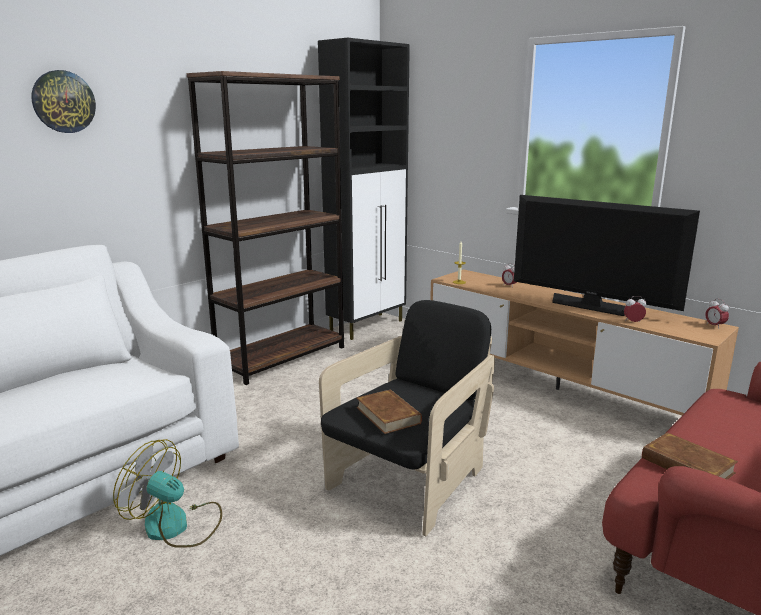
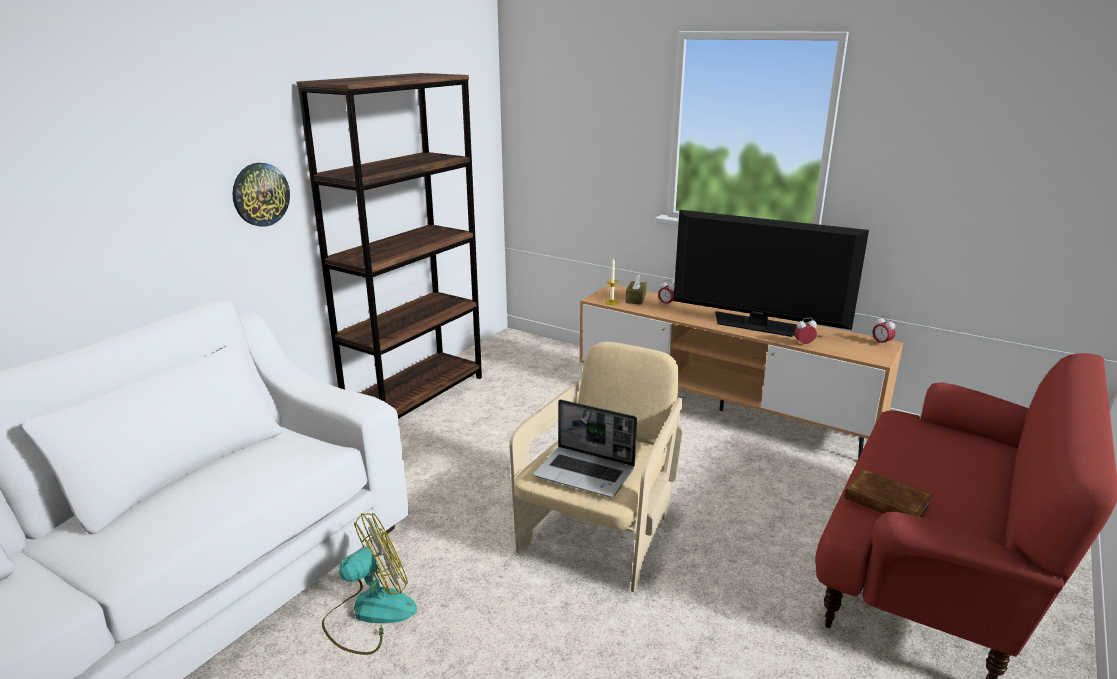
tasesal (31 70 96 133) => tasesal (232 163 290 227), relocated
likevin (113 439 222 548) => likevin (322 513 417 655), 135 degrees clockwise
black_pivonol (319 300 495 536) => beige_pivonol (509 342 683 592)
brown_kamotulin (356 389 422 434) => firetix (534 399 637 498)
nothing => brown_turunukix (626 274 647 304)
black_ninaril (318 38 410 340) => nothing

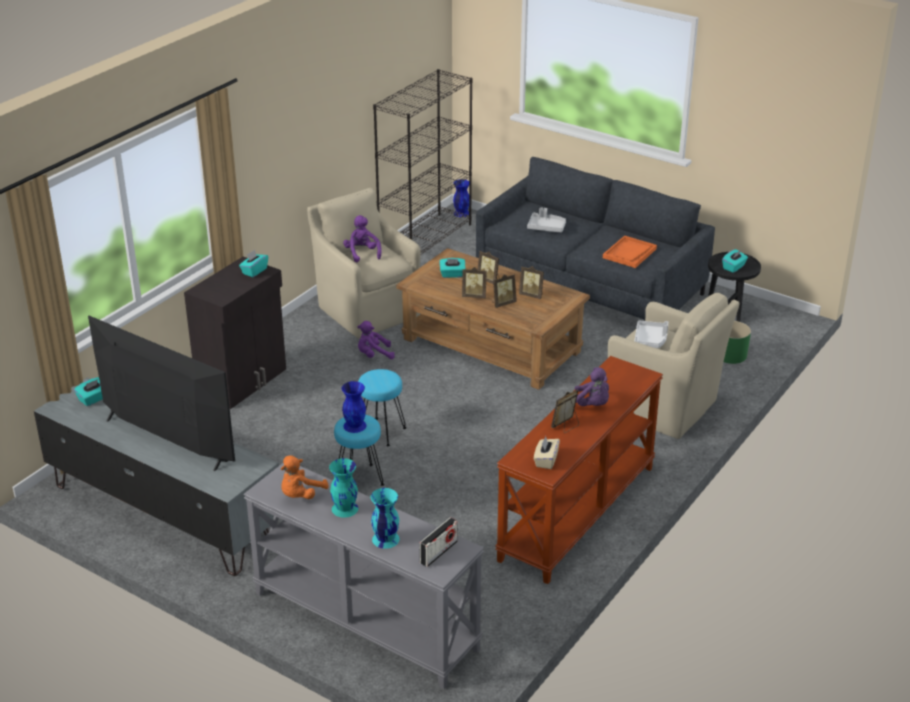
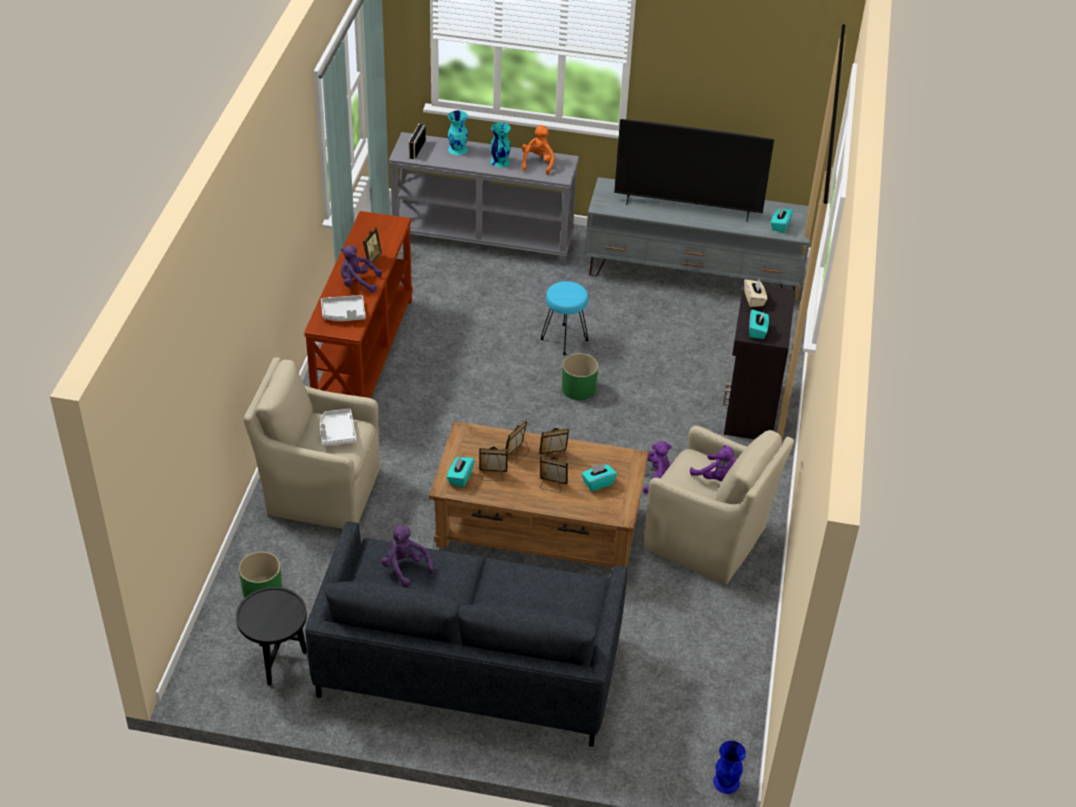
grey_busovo (527 207 566 233) => grey_busovo (321 295 366 321), relocated
orange_busovo (603 236 657 268) => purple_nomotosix (381 525 434 588)
turquoise_turunukix (722 249 748 273) => turquoise_turunukix (447 456 474 487), relocated
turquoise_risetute (358 369 406 446) => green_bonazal (562 353 598 400)
beige_turunukix (534 436 560 469) => beige_turunukix (744 280 767 307), relocated
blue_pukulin (342 381 367 433) => nothing
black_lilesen (373 69 473 254) => nothing

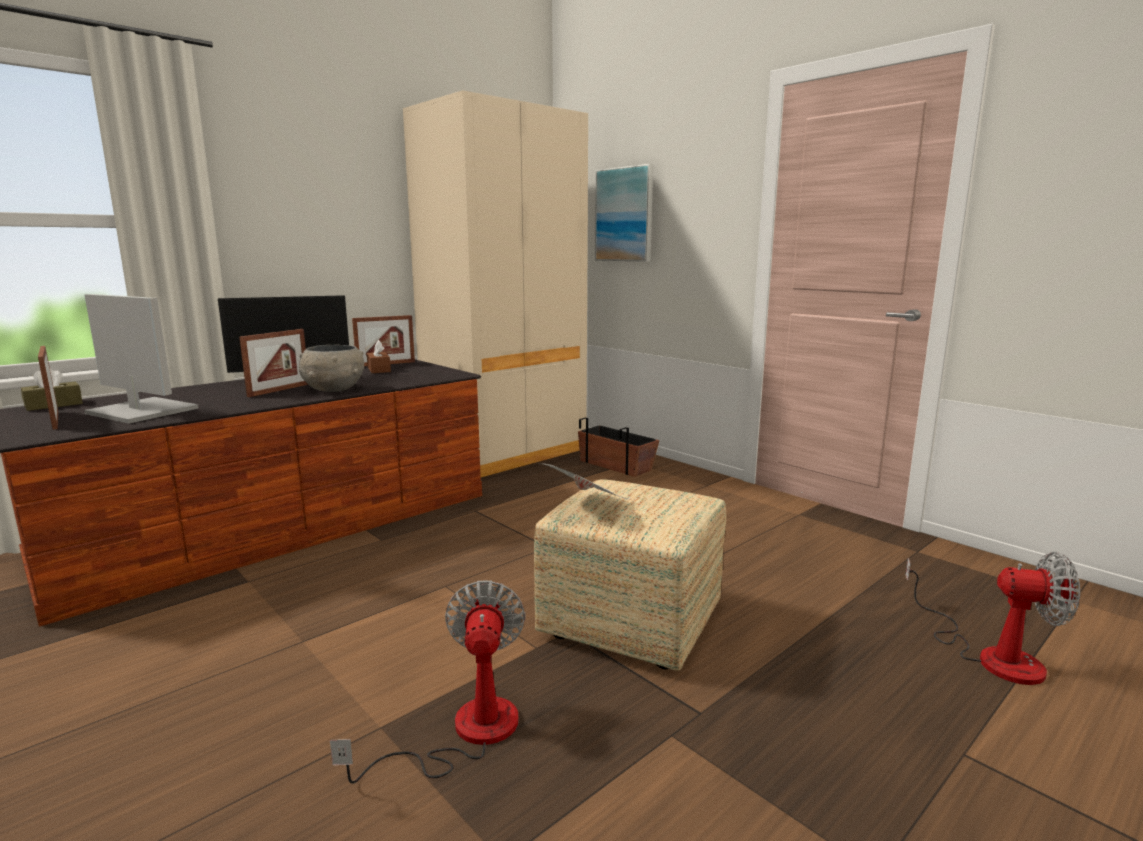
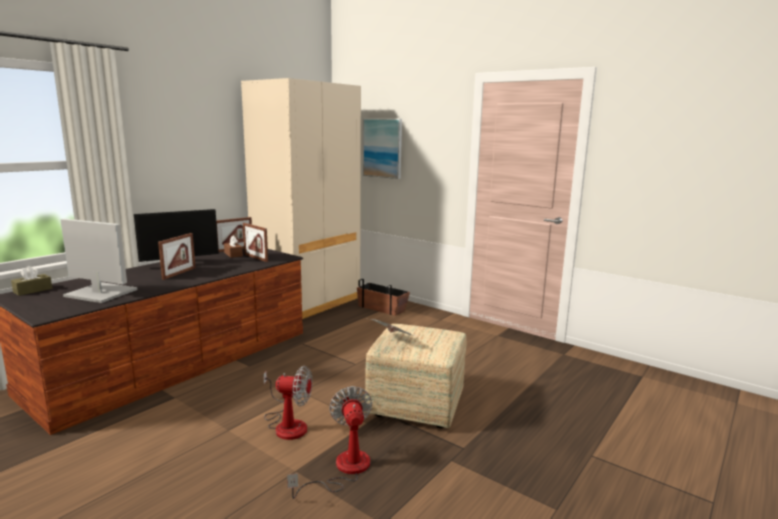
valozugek (38 346 58 430) => valozugek (243 223 268 262), relocated
likevin (905 552 1080 685) => likevin (263 366 312 440), relocated
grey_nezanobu (299 345 364 392) => nothing

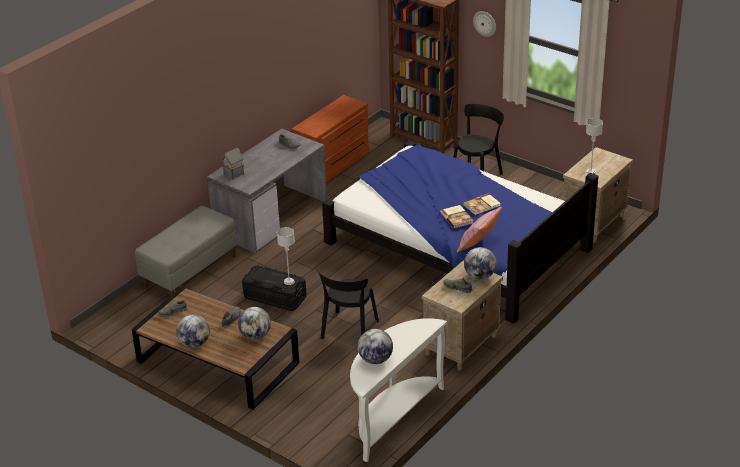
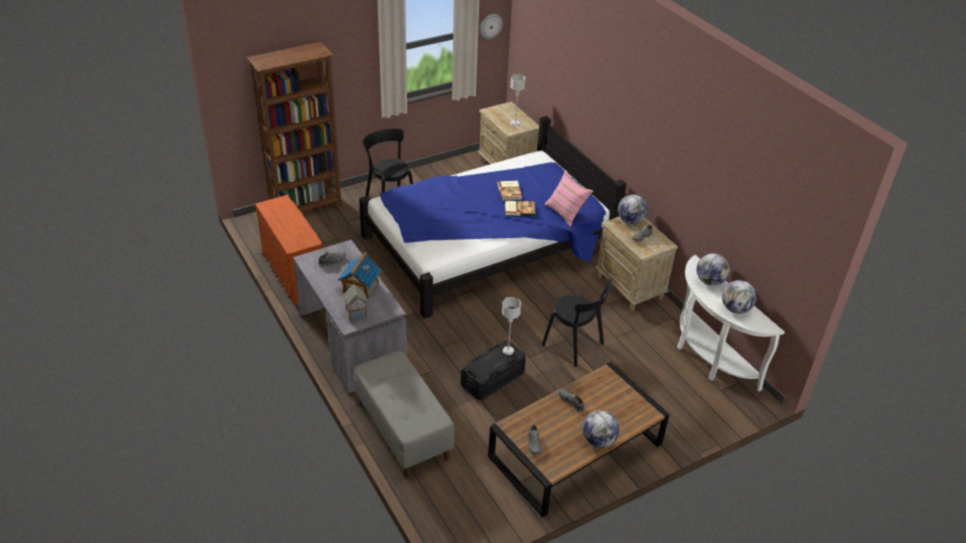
nothing => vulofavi (338 252 382 299)
tasesal (473 11 496 37) => tasesal (480 14 503 39), relocated
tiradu (238 307 271 340) => tiradu (696 253 730 286), relocated

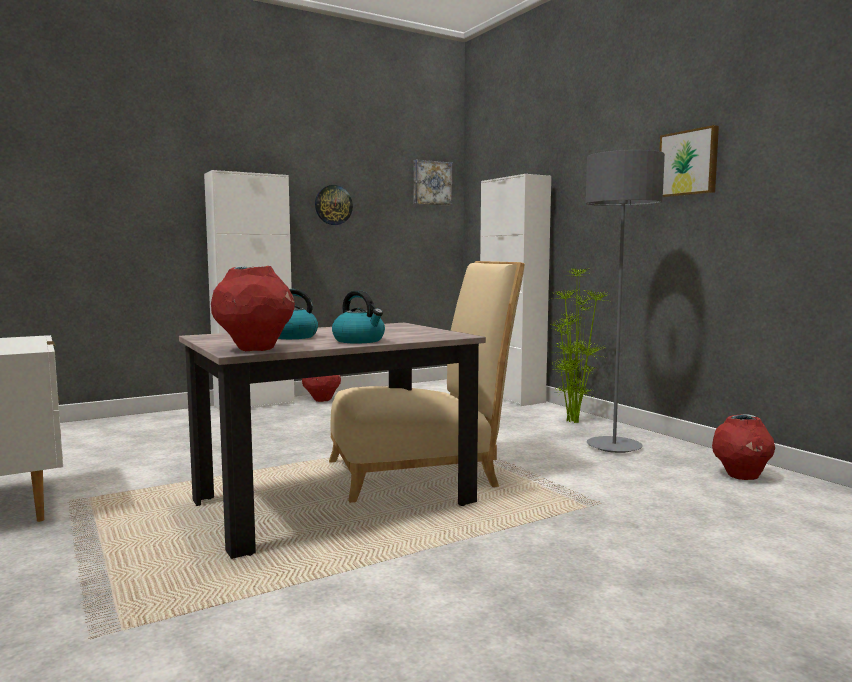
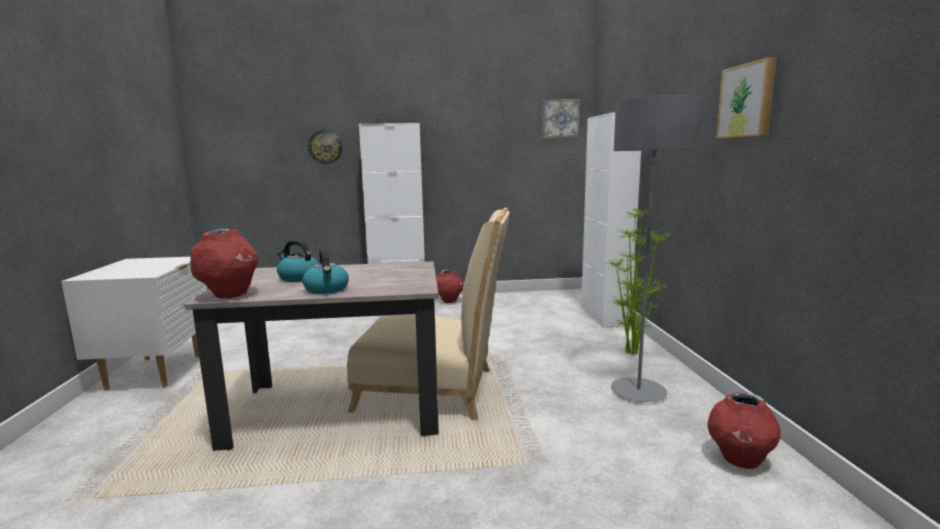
tasesal (315 185 353 225) => tasesal (308 130 342 164), relocated

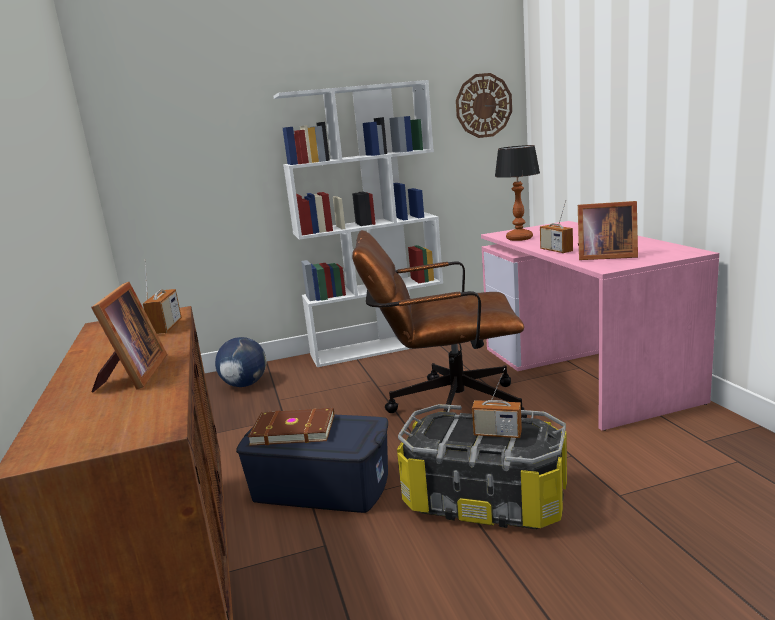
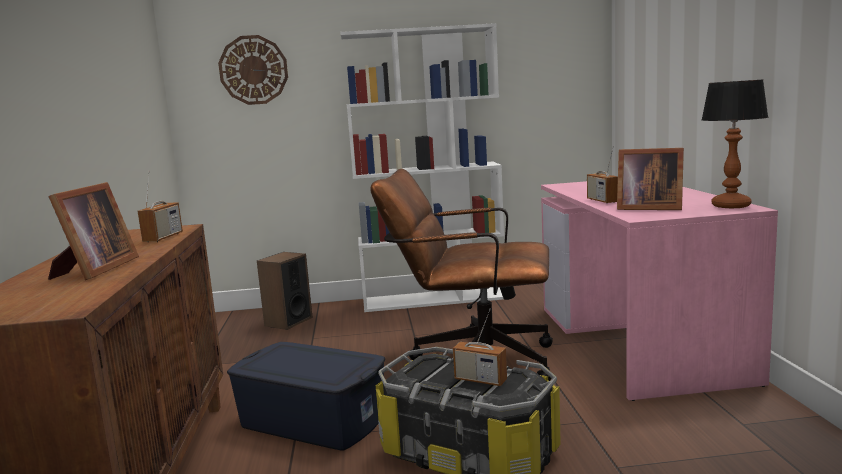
tasesal (456 73 512 138) => tasesal (218 35 288 105), relocated
tiradu (215 337 266 387) => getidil (257 252 313 330)
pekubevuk (495 145 540 241) => pekubevuk (701 80 768 208), relocated
brown_kamotulin (248 408 334 446) => nothing

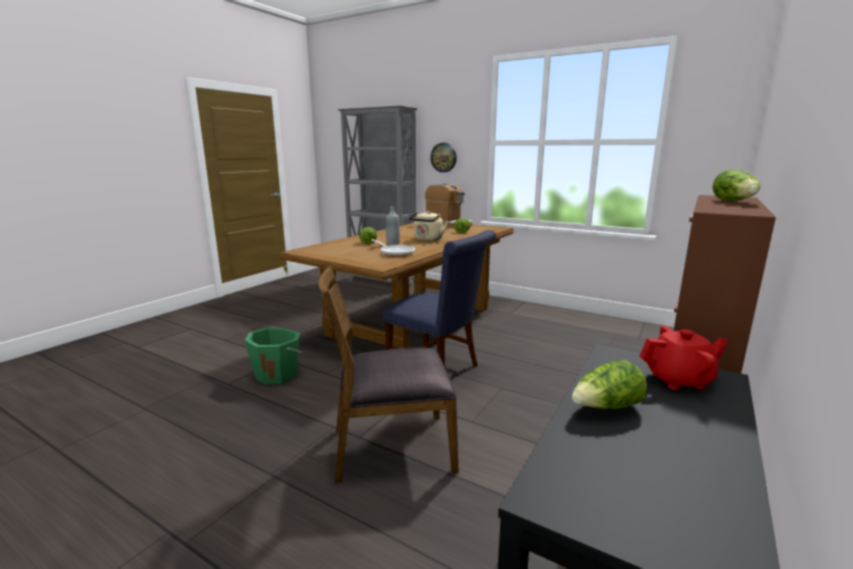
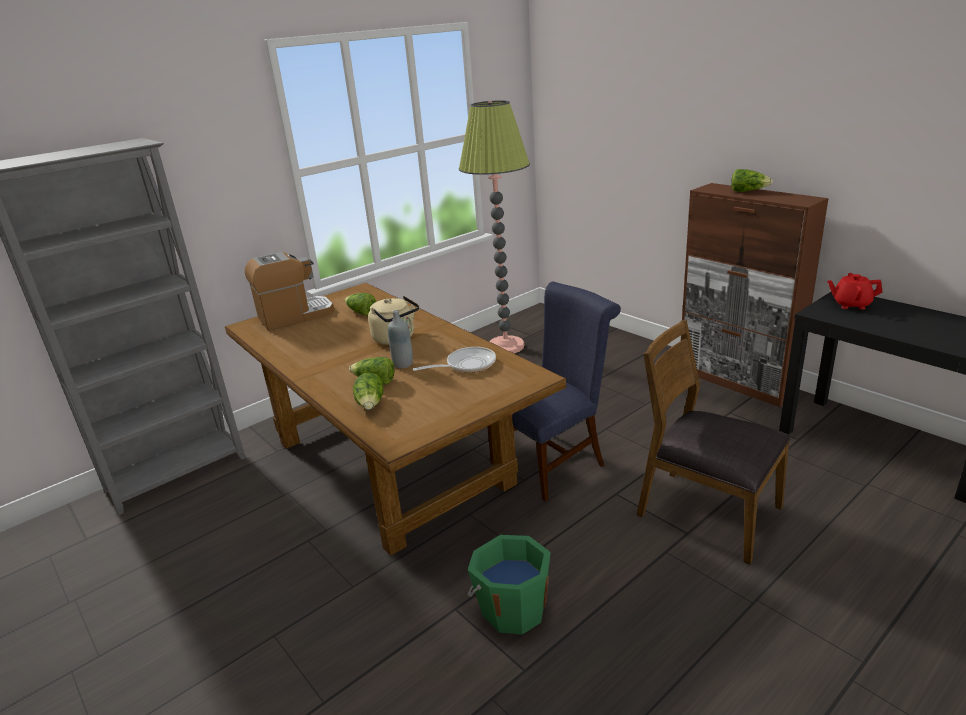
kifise (572 360 647 409) => kifise (353 373 383 410), relocated
nothing => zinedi (459 100 530 353)
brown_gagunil (319 266 459 483) => brown_gagunil (637 320 790 565), 120 degrees clockwise
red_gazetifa (640 326 728 390) => red_gazetifa (827 273 882 309), 90 degrees counterclockwise
tasesal (430 143 457 173) => nothing

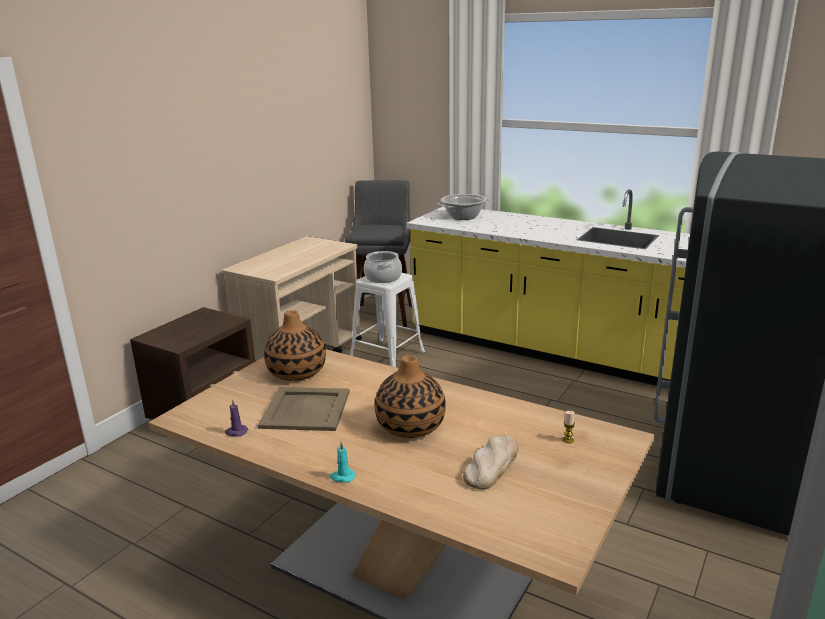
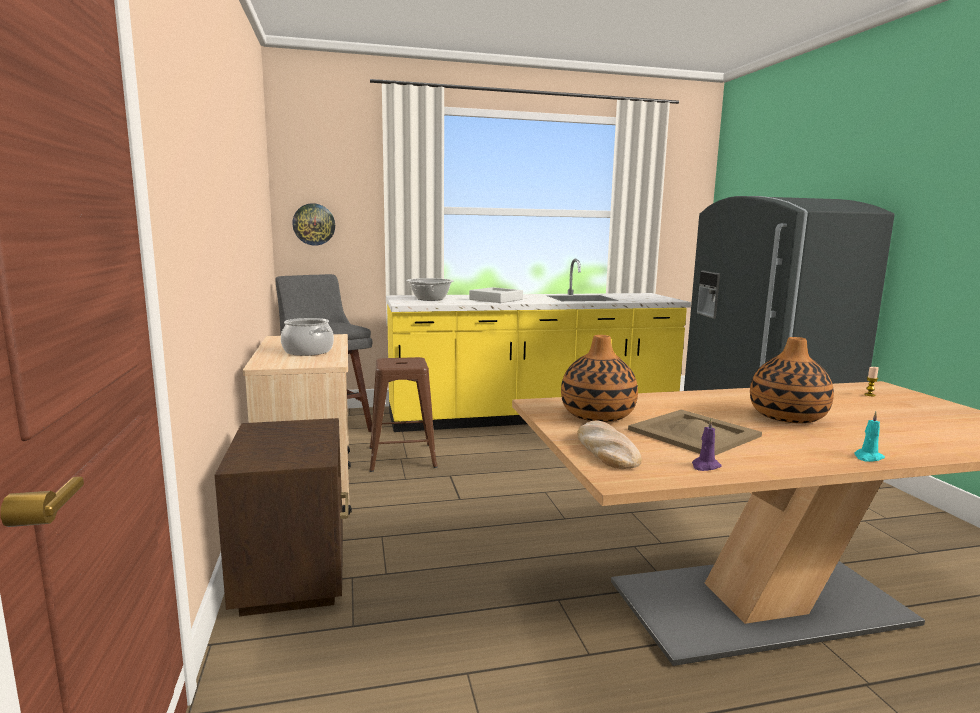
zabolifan (364 251 402 283) => zabolifan (281 318 334 356), relocated
nothing => tasesal (292 203 335 246)
white_risetute (350 273 425 367) => brown_risetute (369 357 438 472)
nothing => grey_busovo (469 287 523 303)
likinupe (463 435 519 490) => likinupe (577 421 642 469), relocated

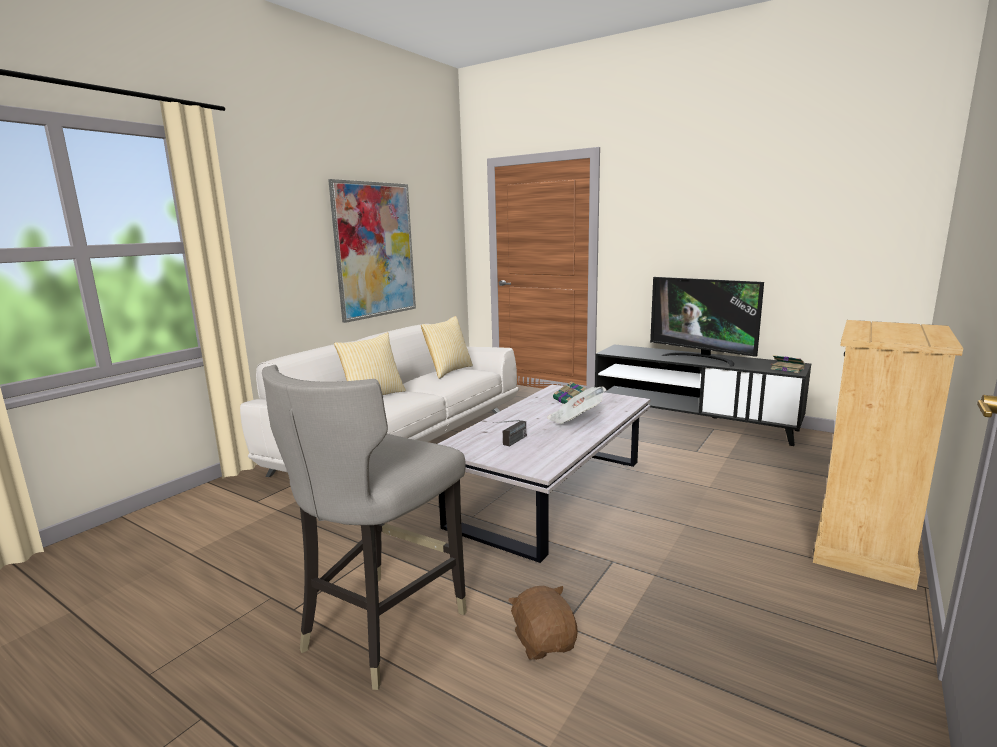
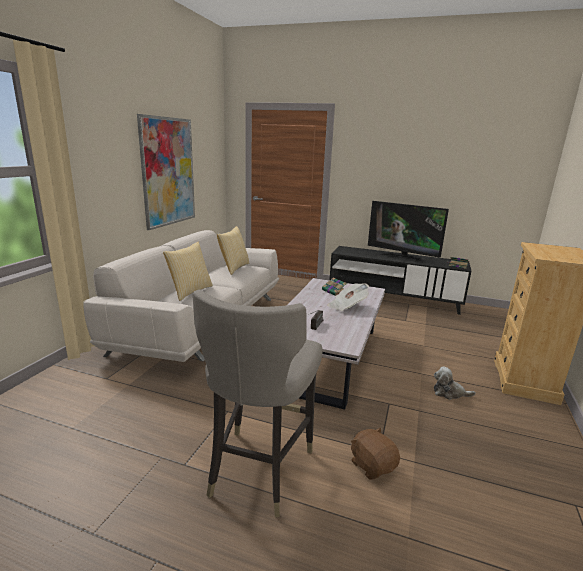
nothing => nomotosix (434 367 476 400)

